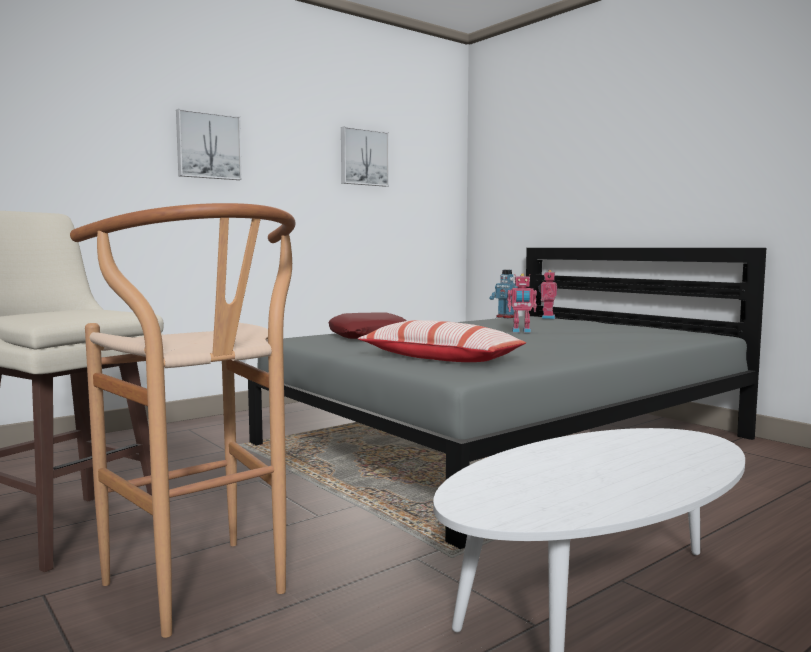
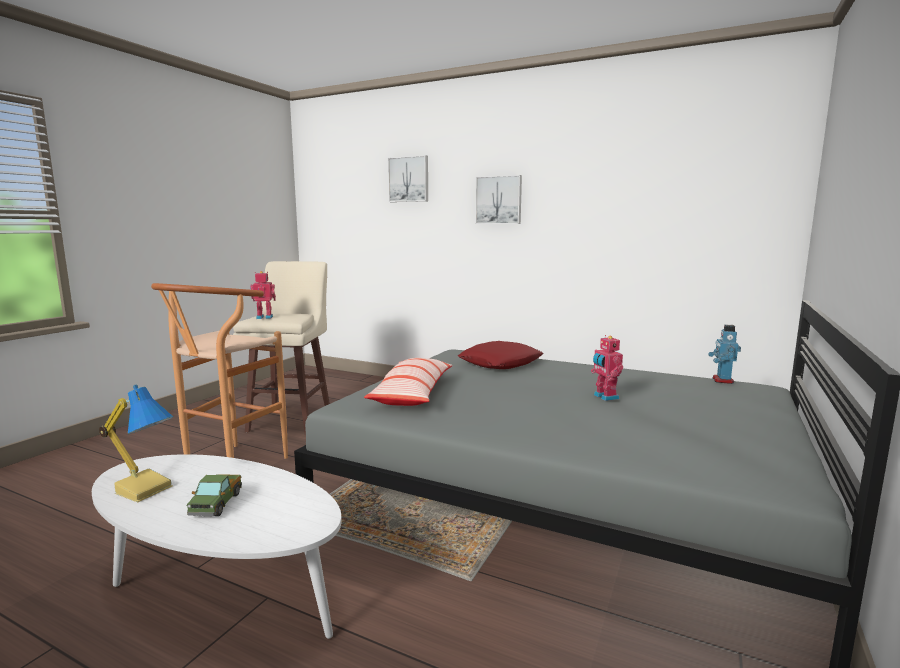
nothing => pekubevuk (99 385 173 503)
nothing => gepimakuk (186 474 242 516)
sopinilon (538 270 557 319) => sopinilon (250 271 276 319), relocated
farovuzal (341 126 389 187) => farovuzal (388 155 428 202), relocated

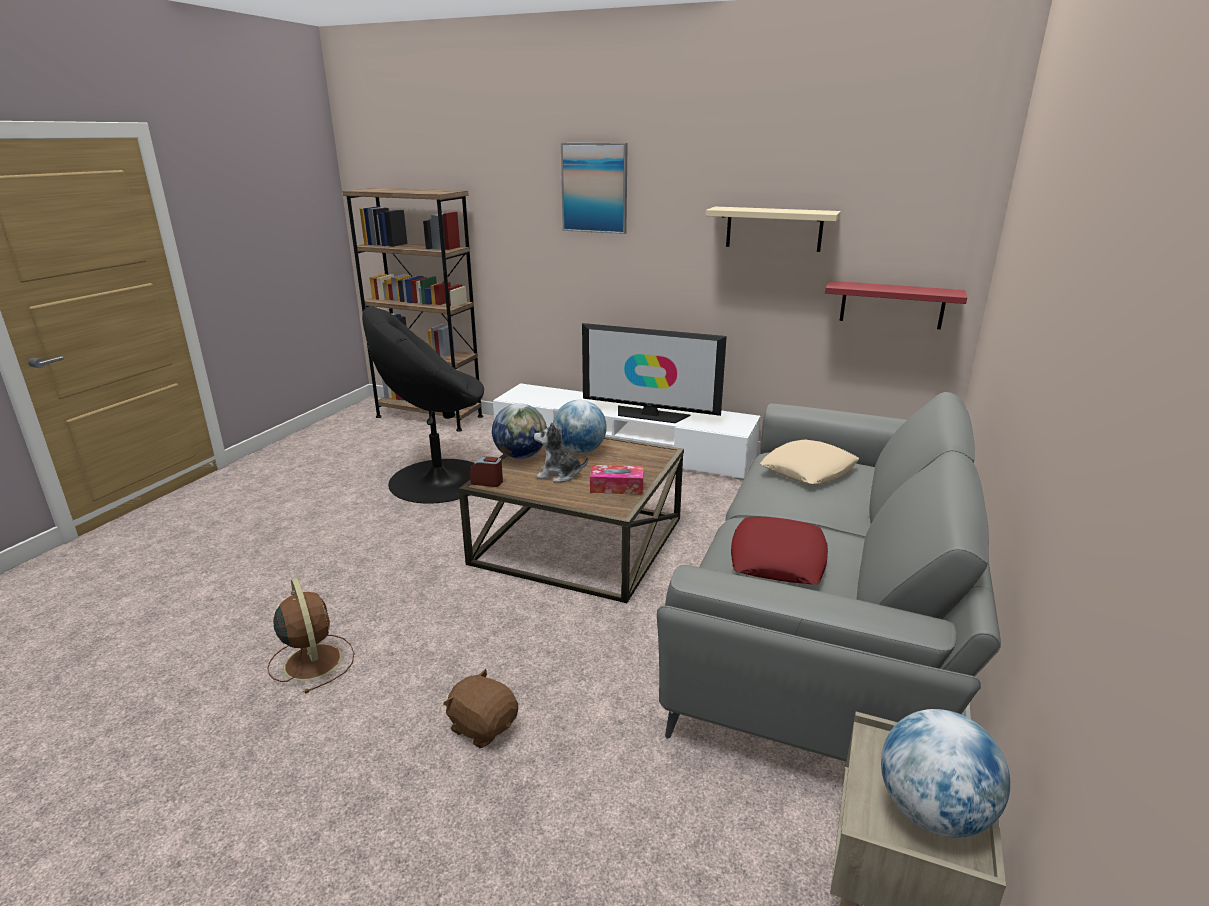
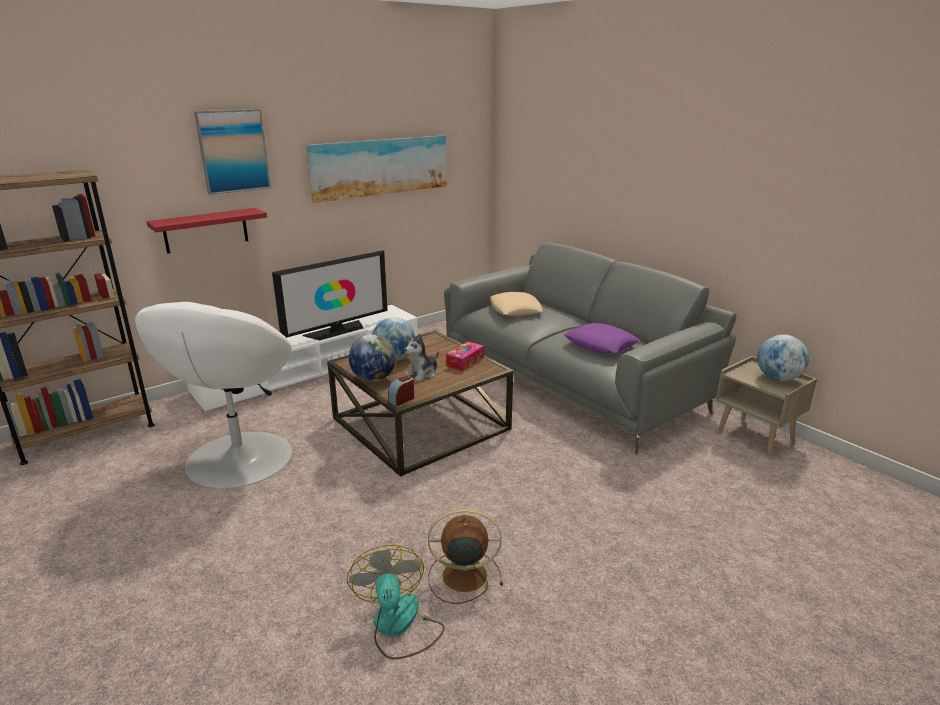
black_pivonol (362 306 484 504) => white_pivonol (135 302 292 488)
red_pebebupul (825 281 967 329) => red_pebebupul (147 208 267 254), relocated
beige_pebebupul (705 206 841 252) => farovuzal (307 135 446 203)
nothing => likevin (347 545 445 660)
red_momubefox (731 517 828 584) => purple_momubefox (564 323 641 354)
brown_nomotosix (443 669 518 748) => nothing

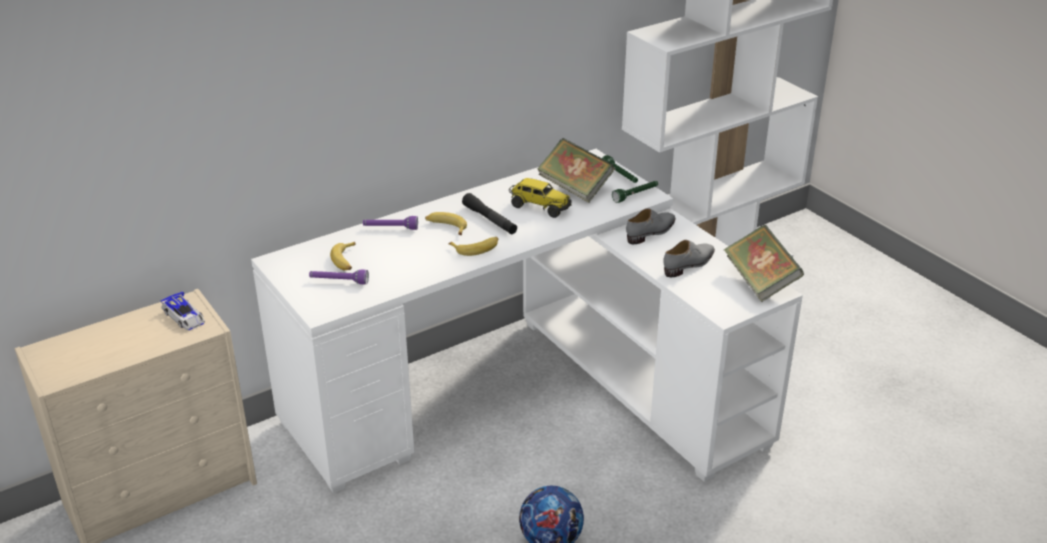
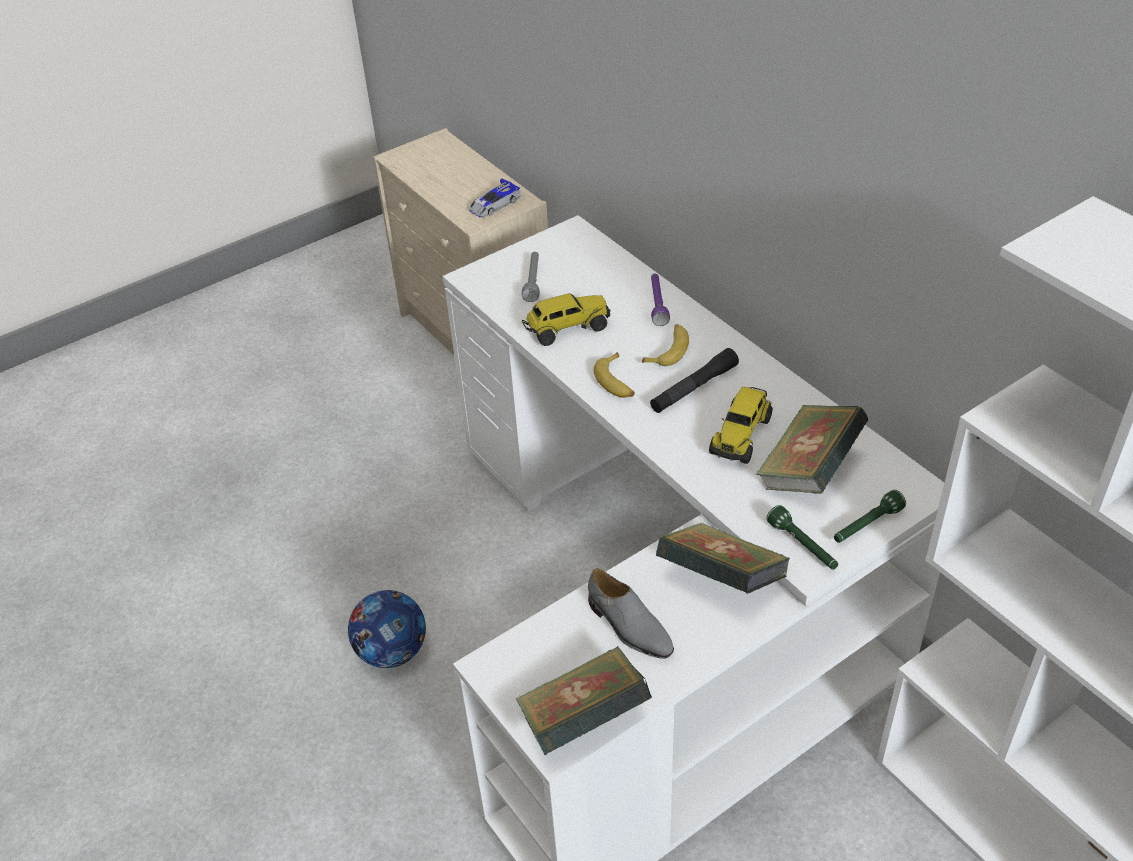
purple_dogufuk (309 270 369 284) => grey_dogufuk (522 252 540 302)
nothing => gepimakuk (522 293 611 346)
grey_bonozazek (626 208 676 244) => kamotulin (656 523 790 594)
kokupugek (330 242 356 270) => nothing

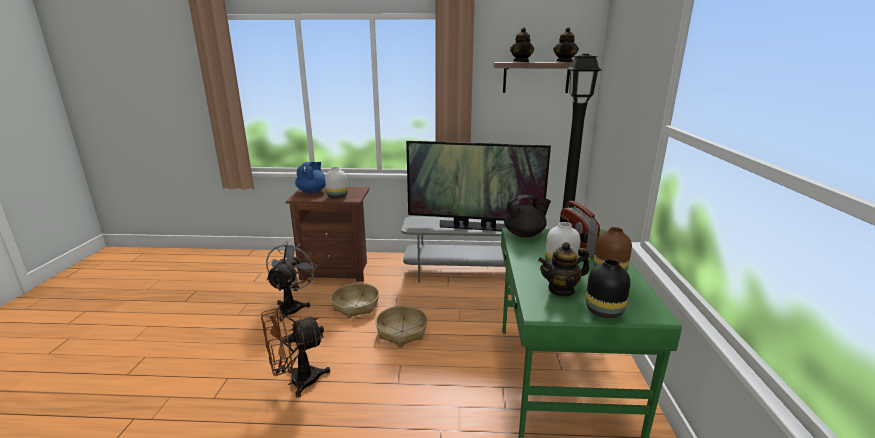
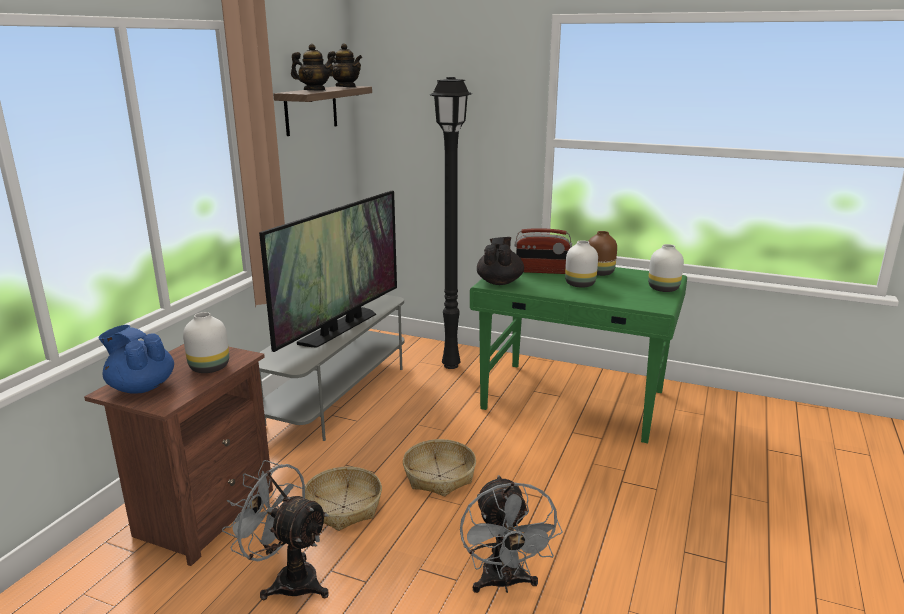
brown_likevin (261 307 330 398) => grey_likevin (460 475 563 593)
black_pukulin (586 259 631 318) => white_pukulin (648 244 684 292)
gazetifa (538 242 589 297) => nothing

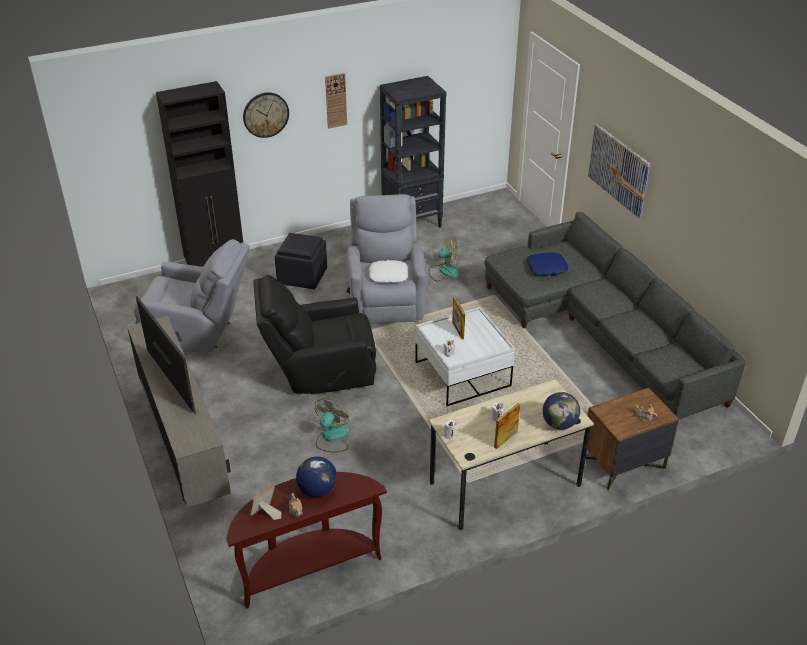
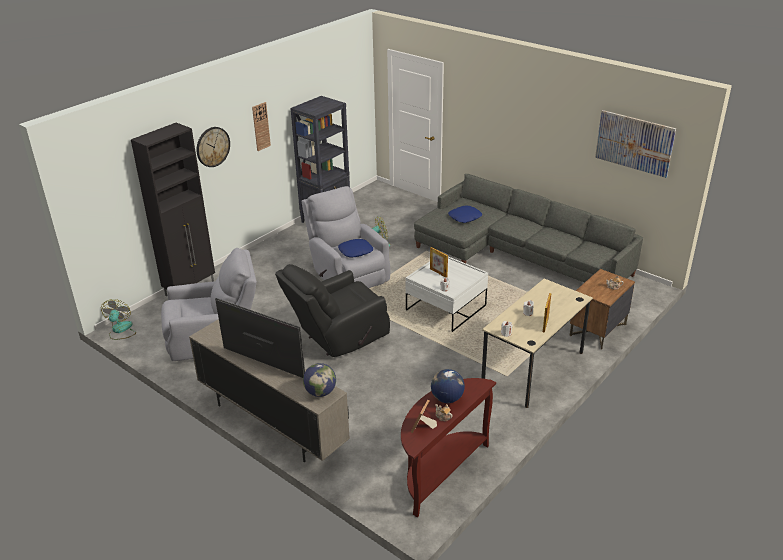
likevin (315 398 349 452) => likevin (101 299 136 340), relocated
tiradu (542 392 580 430) => tiradu (303 363 336 397), relocated
white_momubefox (369 260 408 283) => blue_momubefox (338 239 373 258)
farovuzal (588 124 650 218) => farovuzal (595 110 676 178), relocated
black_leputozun (275 233 327 290) => nothing

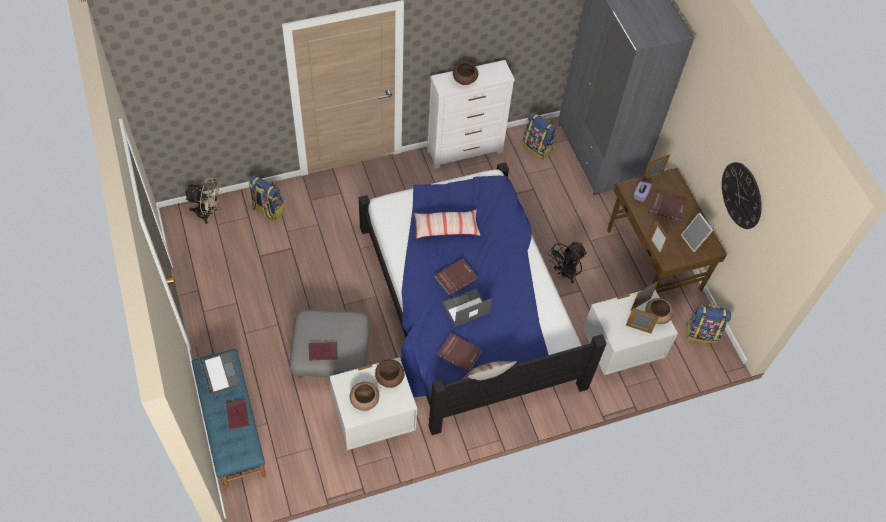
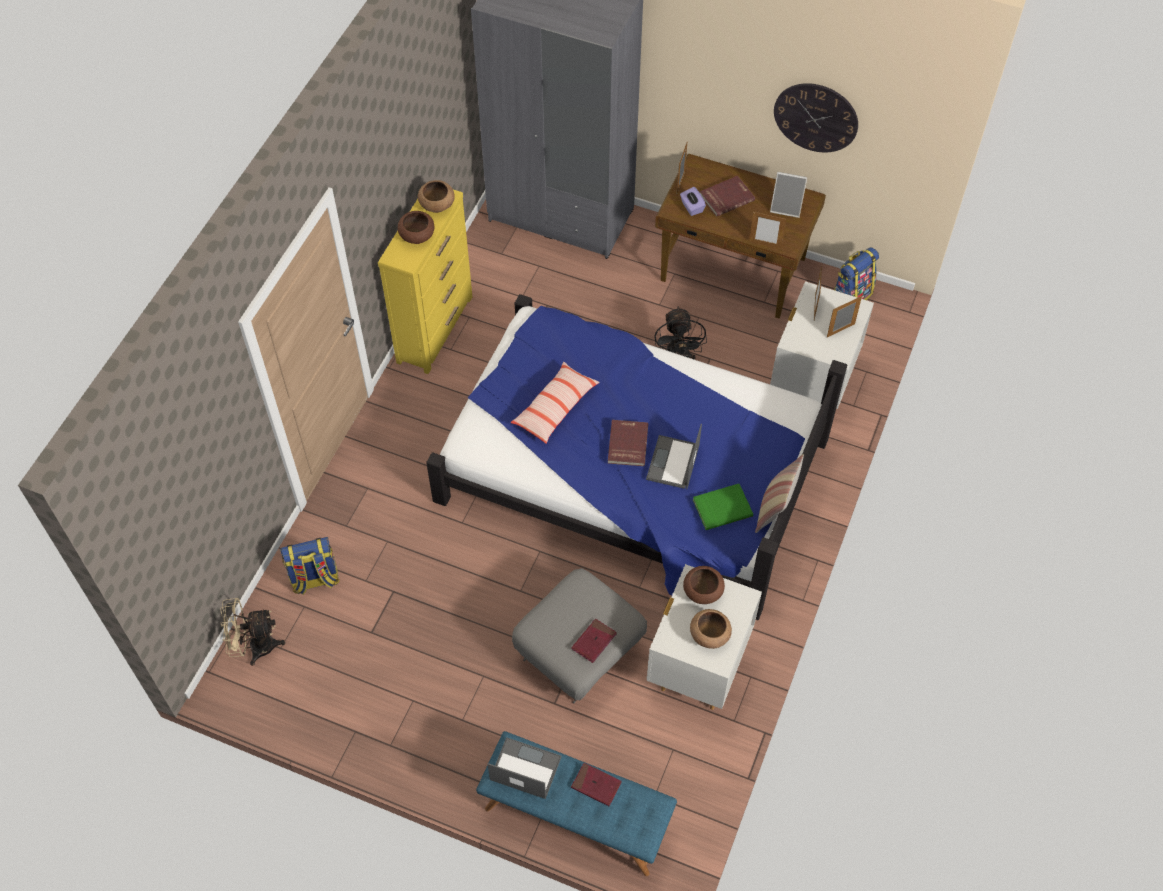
beige_likevin (185 177 222 224) => beige_likevin (220 598 285 666), 150 degrees counterclockwise
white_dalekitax (427 60 515 169) => yellow_dalekitax (378 190 472 374)
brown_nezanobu (645 298 674 324) => brown_nezanobu (418 180 455 213), relocated
red_kamotulin (437 333 482 372) => green_kamotulin (693 484 753 530)
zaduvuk (522 112 556 160) => nothing

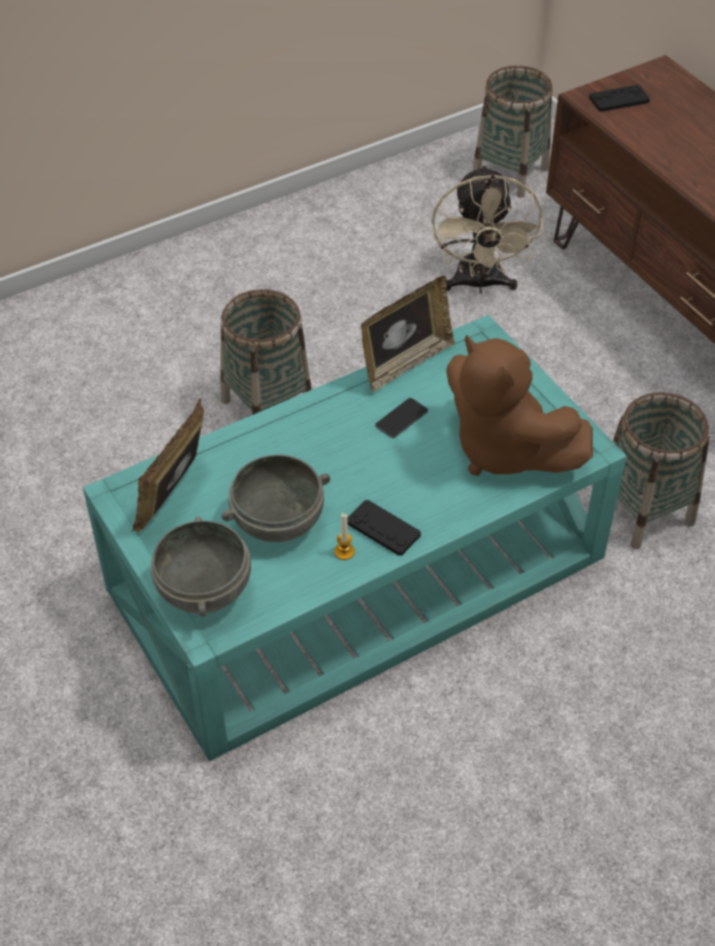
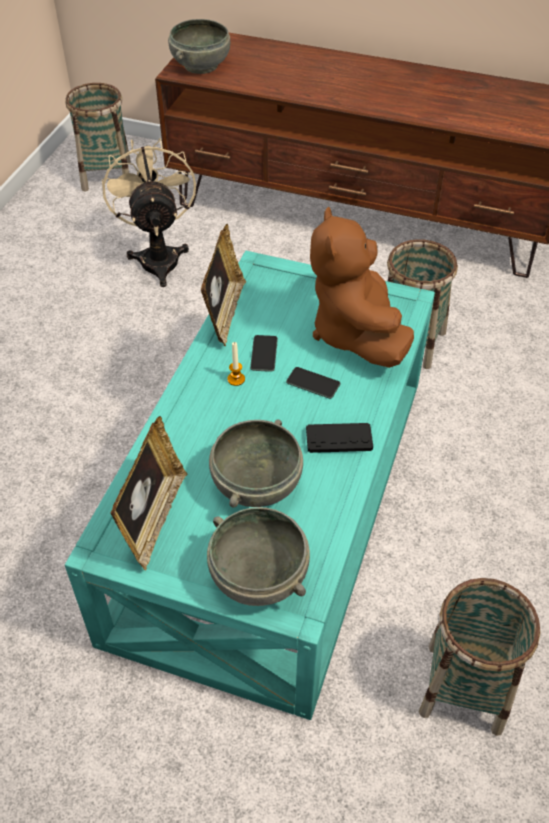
beige_likevin (432 165 544 294) => beige_likevin (102 138 196 287), 150 degrees counterclockwise
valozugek (131 398 204 532) => valozugek (110 416 188 570), 150 degrees counterclockwise
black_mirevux (589 85 650 112) => grey_nezanobu (168 19 230 74)
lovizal (334 513 355 560) => lovizal (227 342 245 386), relocated
nothing => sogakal (286 367 340 399)
brown_nomotosix (446 335 593 476) => brown_nomotosix (310 206 414 368), 75 degrees clockwise
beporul (220 289 312 415) => beporul (419 578 541 736), relocated

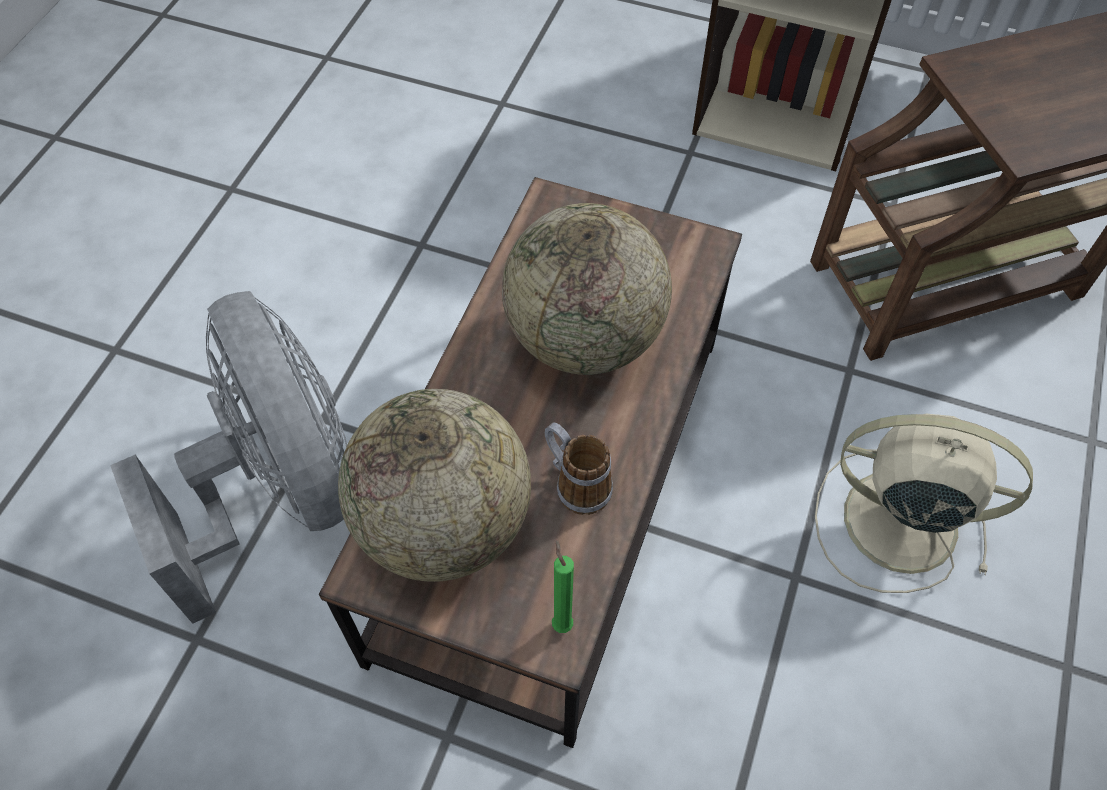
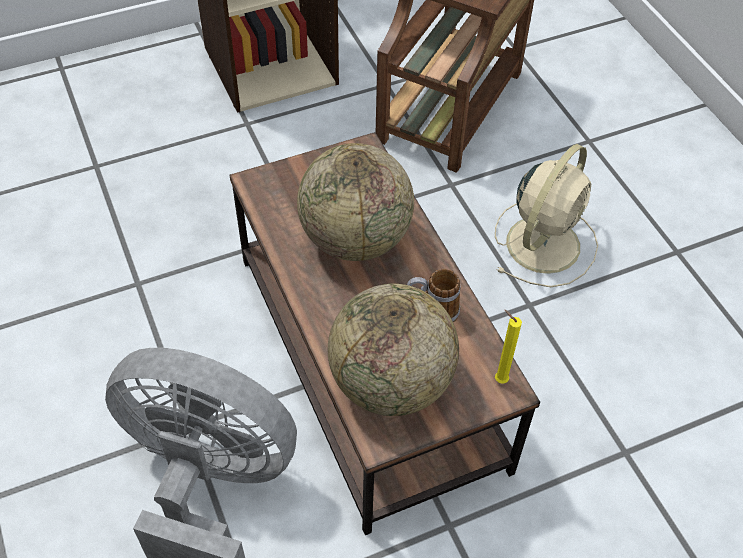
beige_likevin (815 413 1033 593) => beige_likevin (495 144 598 287), 150 degrees clockwise
green_lovizal (552 538 574 633) => yellow_lovizal (495 310 522 384)

